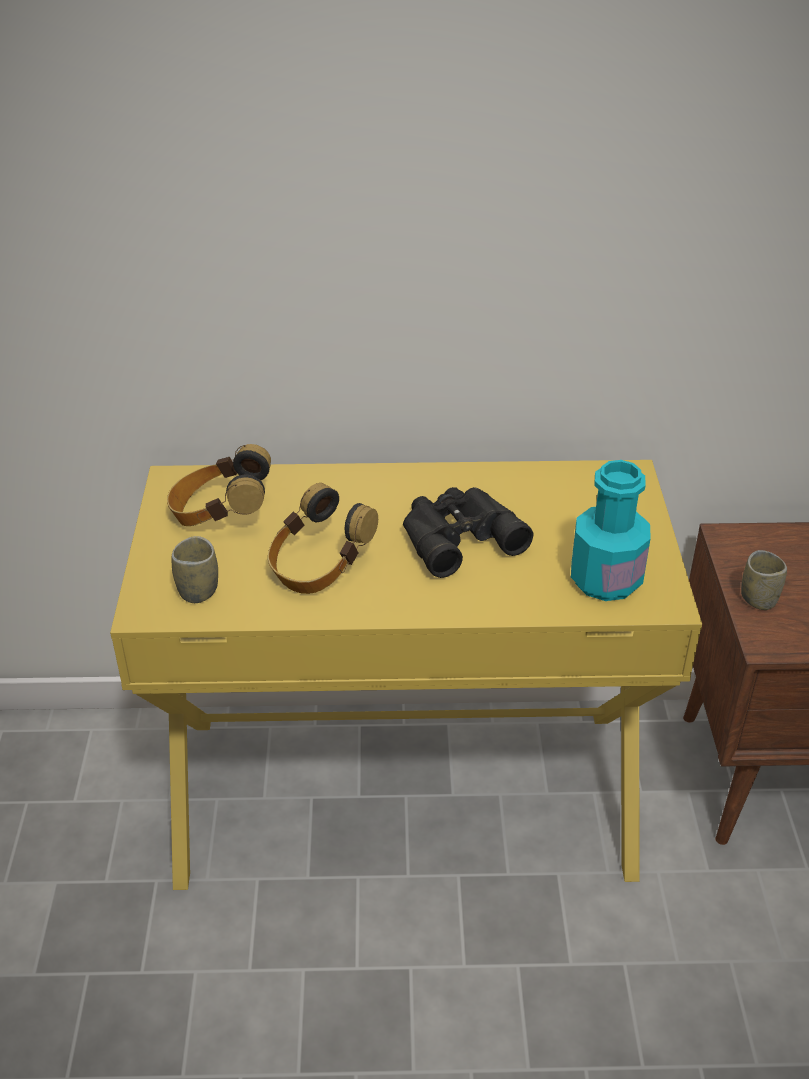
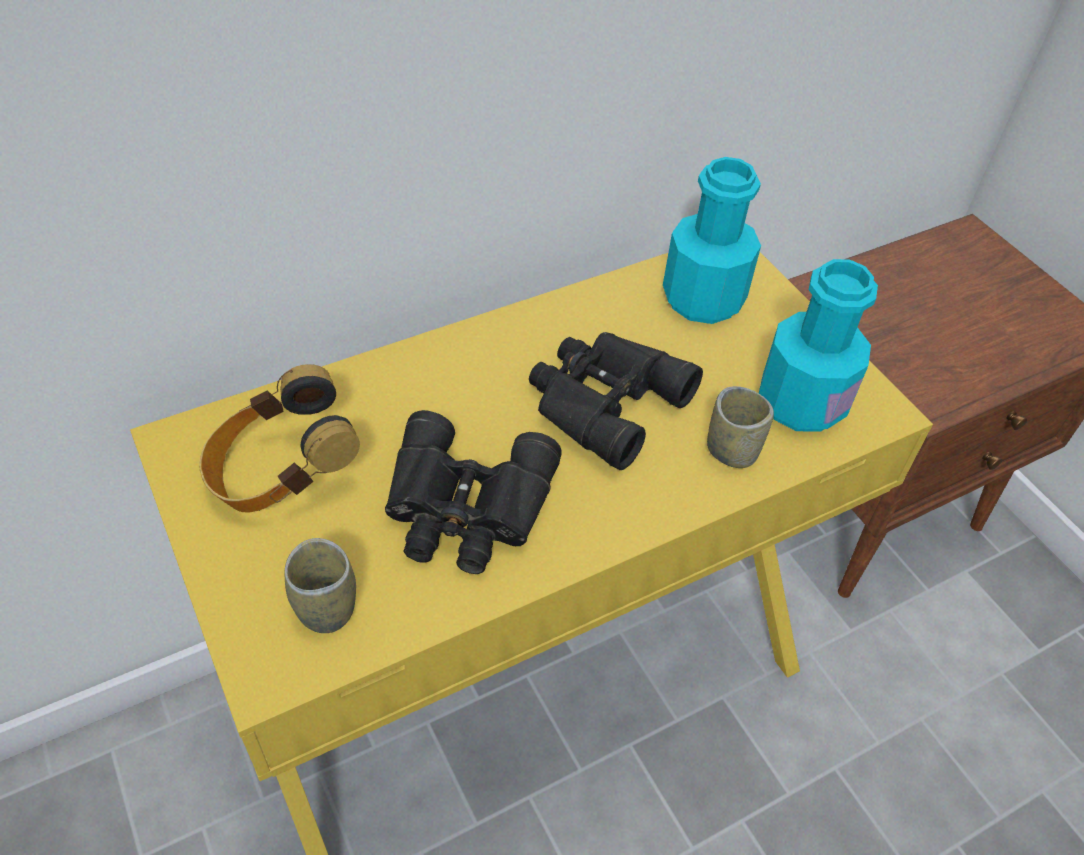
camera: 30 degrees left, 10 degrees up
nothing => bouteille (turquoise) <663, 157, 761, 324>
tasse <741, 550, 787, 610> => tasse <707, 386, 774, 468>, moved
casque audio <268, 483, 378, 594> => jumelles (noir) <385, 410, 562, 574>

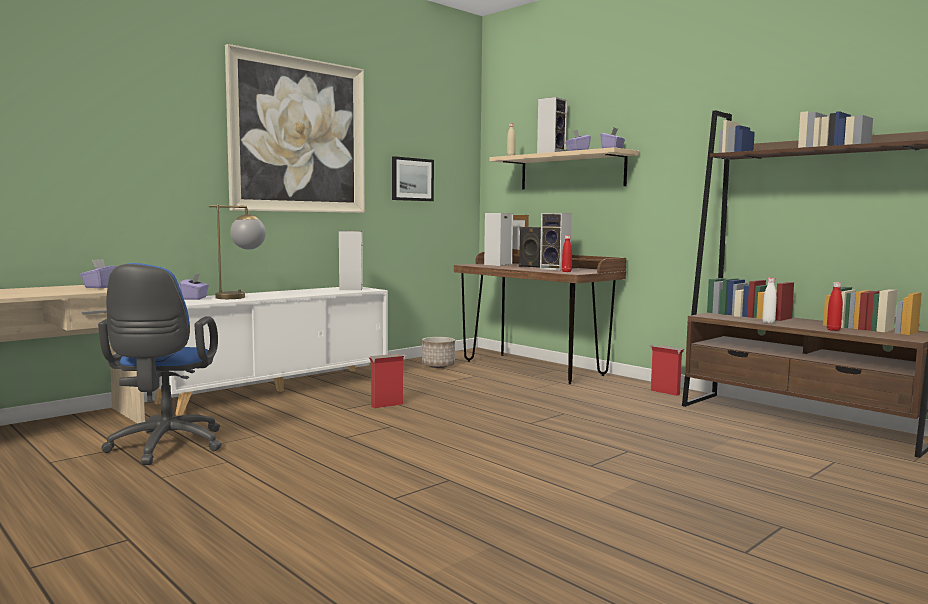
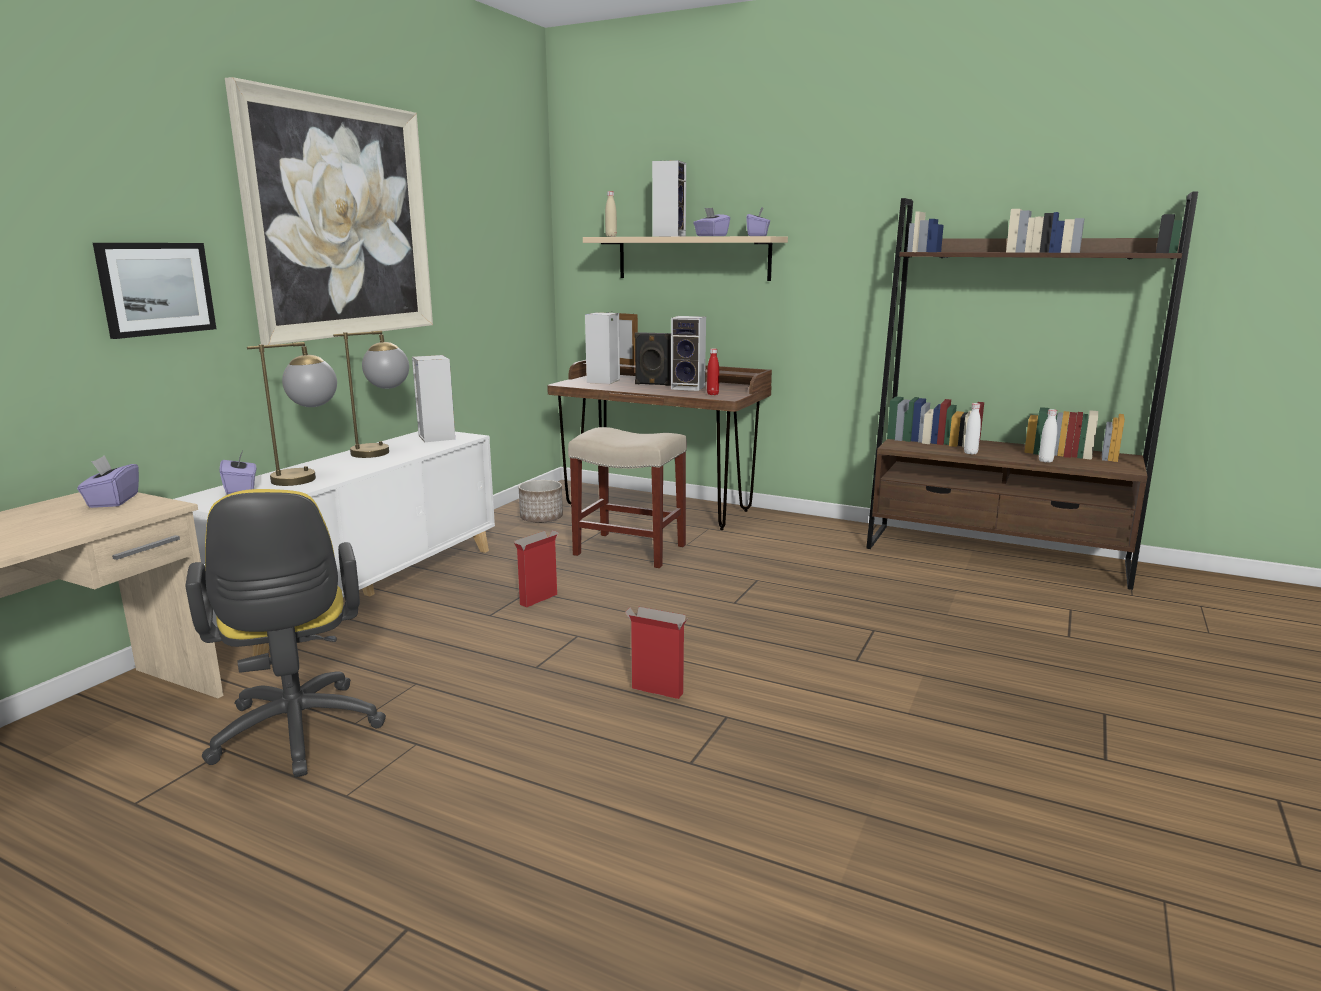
camera: 20 degrees left, 10 degrees up
nothing => lampe de table <333, 331, 409, 458>
nothing => tabouret (beige) <568, 427, 687, 568>
tableau <392, 156, 434, 201> => tableau <93, 243, 216, 339>, moved
carton <649, 345, 684, 396> => carton <625, 606, 688, 699>, moved
chaise de bureau (bleu) <98, 263, 222, 465> => chaise de bureau (jaune) <185, 489, 386, 777>
bouteille (rouge) <827, 282, 843, 331> => bouteille (blanc) <1039, 409, 1057, 463>

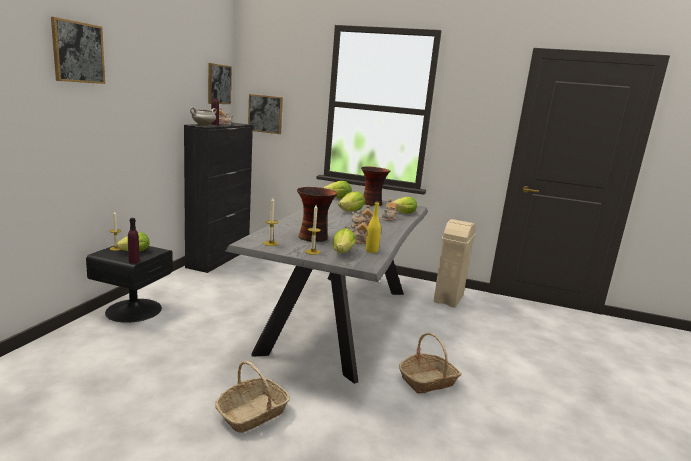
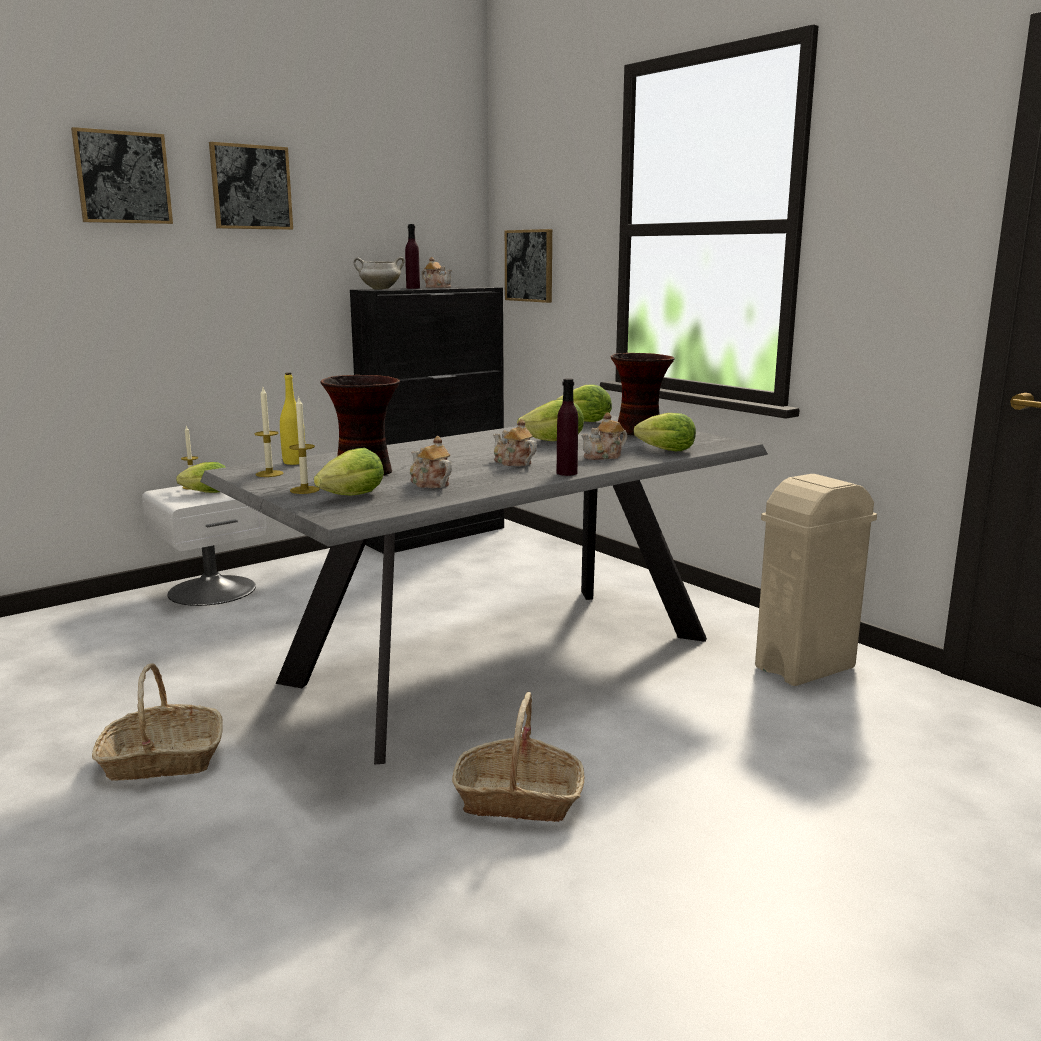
camera: 35 degrees right, 0 degrees up
bouteille (violet) <128, 218, 140, 264> => bouteille (violet) <557, 378, 578, 476>, moved
tableau <208, 63, 232, 104> => tableau <209, 142, 293, 230>, moved
bouteille (jaune) <366, 201, 381, 253> => bouteille (jaune) <280, 373, 305, 465>, moved
table de chevet (noir) <86, 245, 173, 323> => table de chevet (blanc) <142, 486, 267, 606>

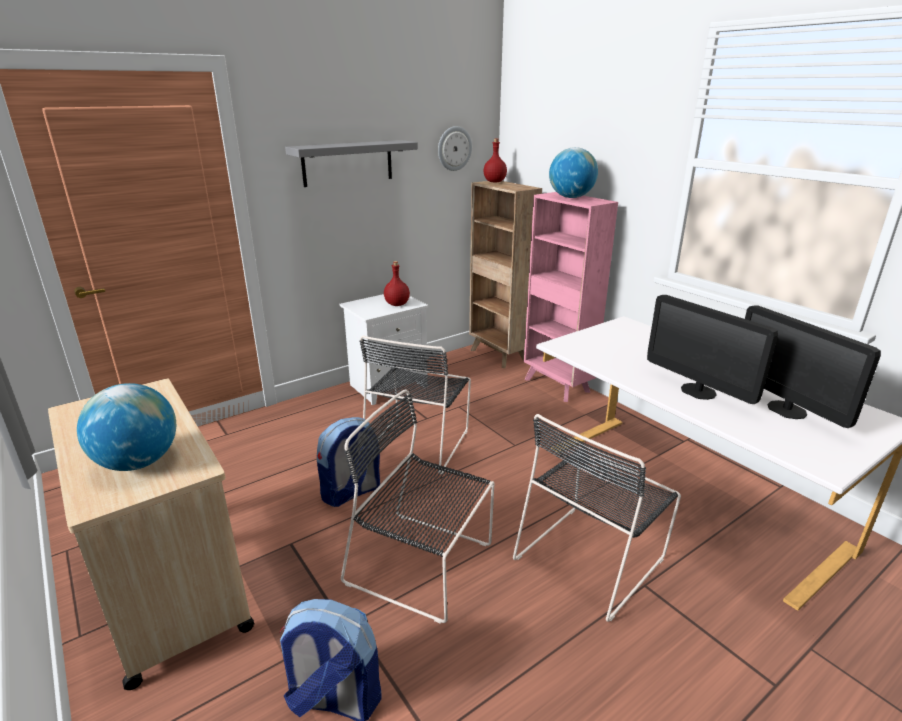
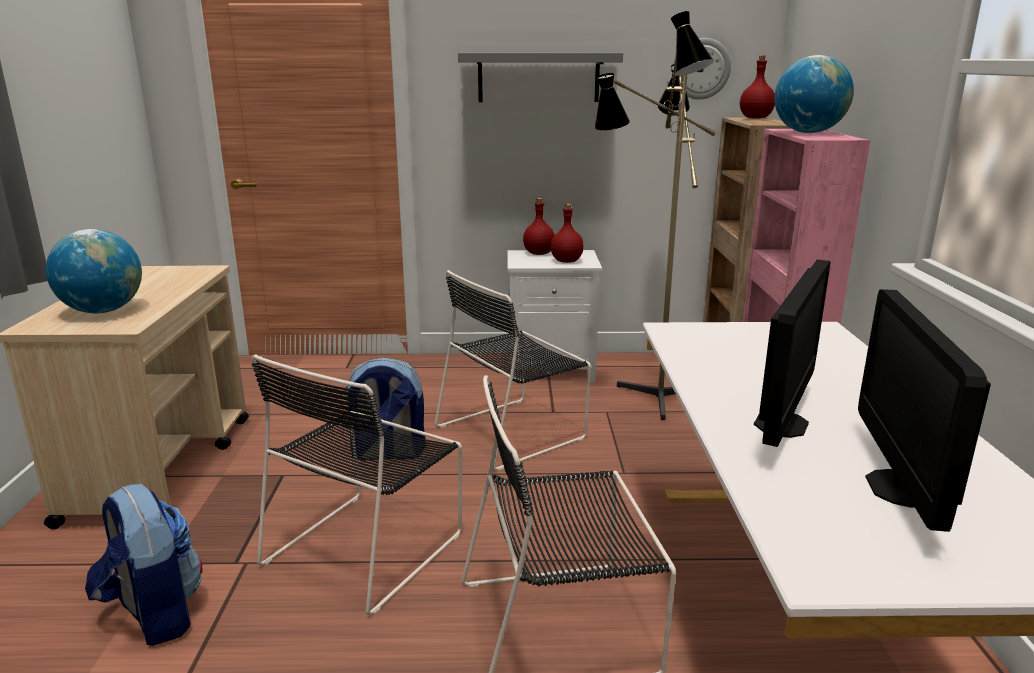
camera: 35 degrees right, 5 degrees down
nothing => bouteille (rouge) <523, 198, 555, 255>
nothing => lampadaire <595, 11, 716, 420>
chaise (noir) <341, 389, 494, 624> => chaise (noir) <252, 354, 462, 615>, 120 degrees counterclockwise
écran d'ordinateur <647, 295, 778, 404> => écran d'ordinateur <754, 259, 831, 447>, 150 degrees counterclockwise

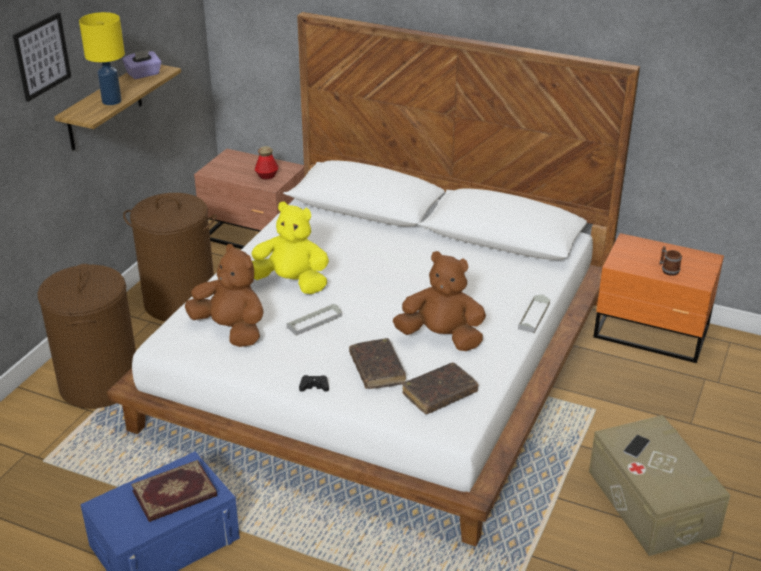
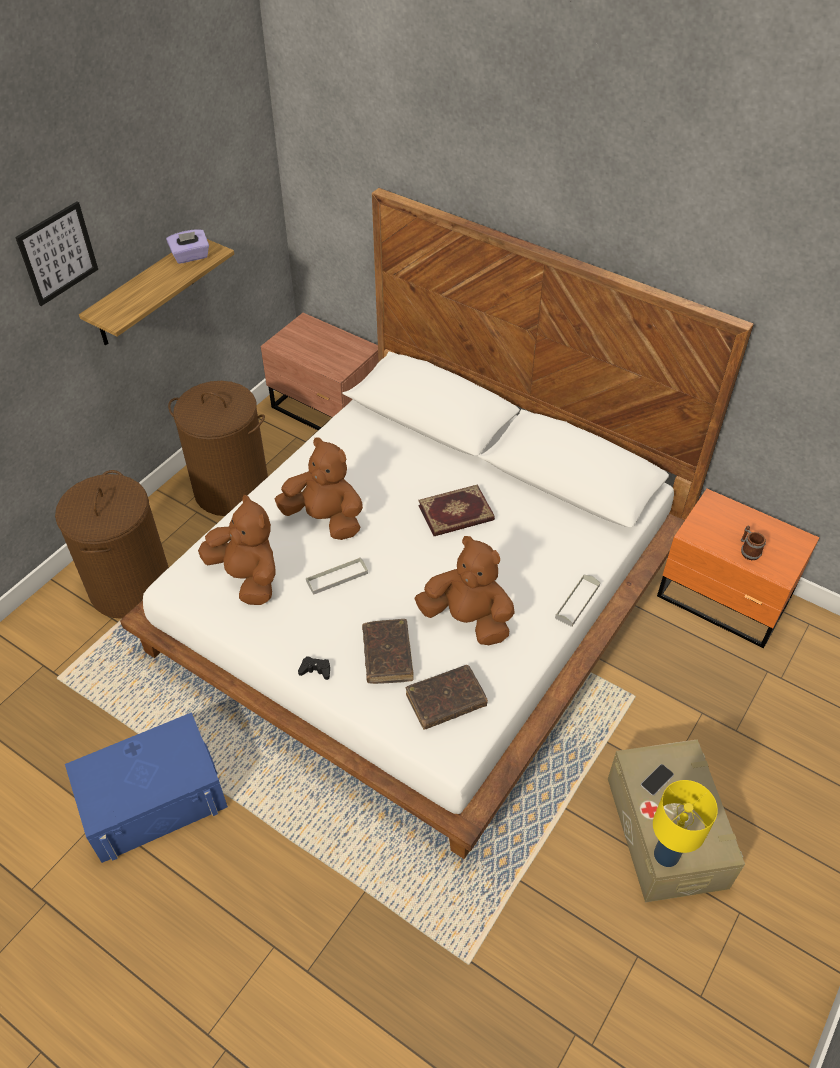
camera: 10 degrees right, 15 degrees up
bouteille <255, 146, 279, 179> => nothing
lampe de table (jaune) <79, 12, 125, 105> => lampe de table (jaune) <653, 780, 718, 867>, moved
livre <131, 460, 217, 522> => livre <418, 484, 495, 536>, moved
peluche (jaune) <251, 201, 329, 294> => peluche (marron) <275, 437, 363, 540>

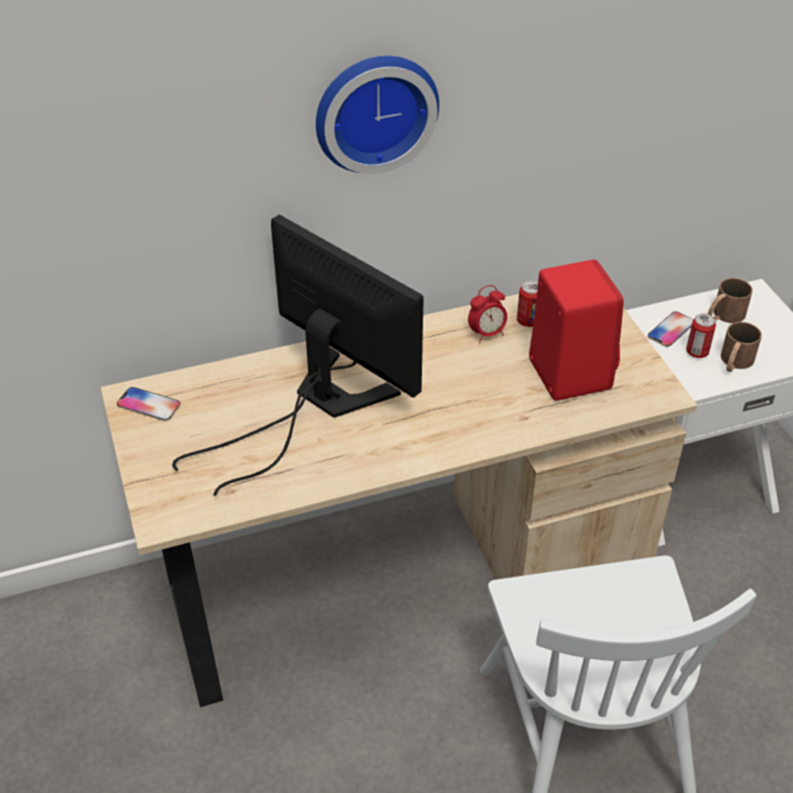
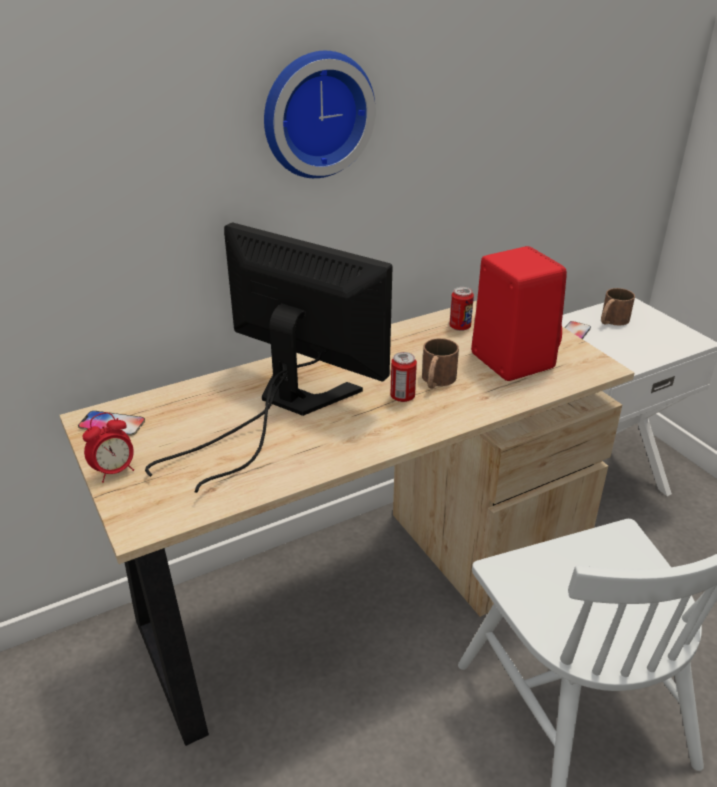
camera: 10 degrees left, 10 degrees down
réveil <468, 285, 507, 343> => réveil <82, 412, 134, 483>, moved
boîte métallique <686, 313, 716, 358> => boîte métallique <390, 352, 417, 402>, moved
mug (marron) <721, 322, 762, 372> => mug (marron) <422, 338, 459, 389>, moved

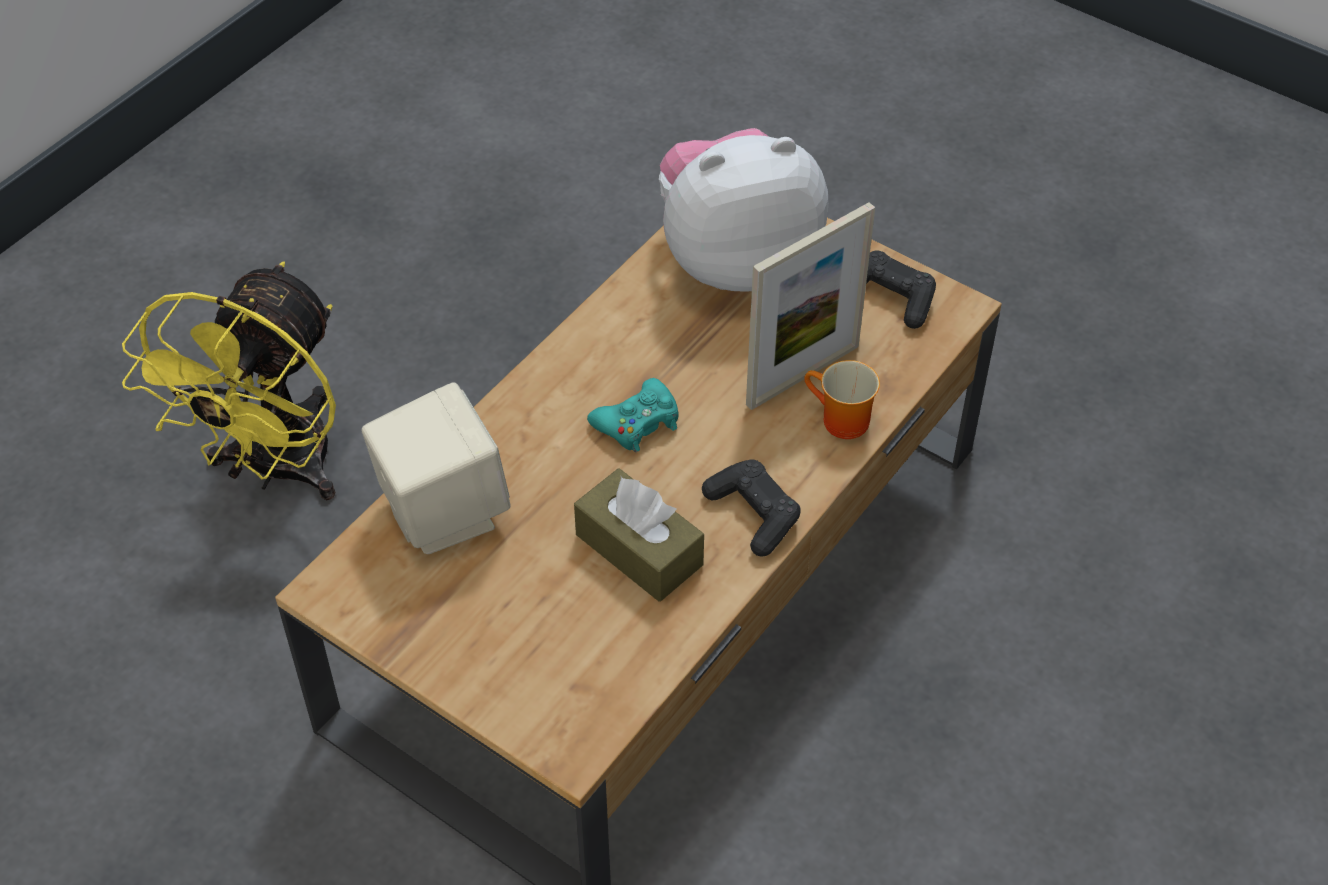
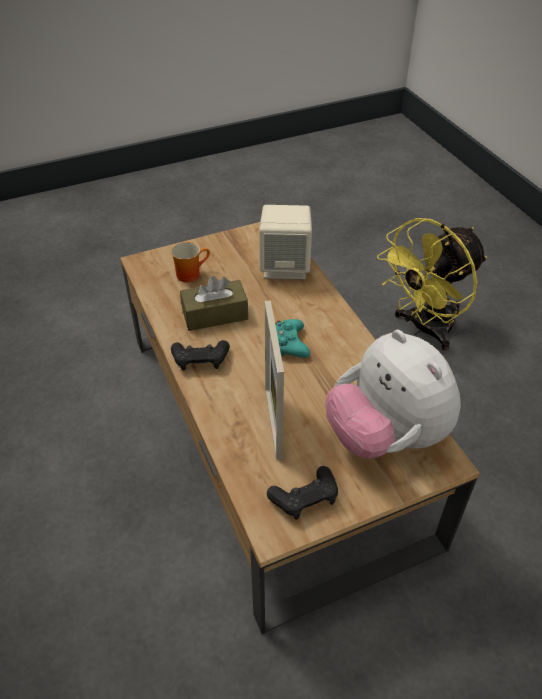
camera: 120 degrees right, 5 degrees down
mug <804, 360, 880, 439> => mug <170, 242, 210, 282>, moved
ventilateur (jaune) <122, 261, 336, 500> => ventilateur (jaune) <377, 218, 487, 351>, 90 degrees counterclockwise
peluche <659, 128, 828, 292> => peluche <326, 330, 461, 459>, 135 degrees clockwise

